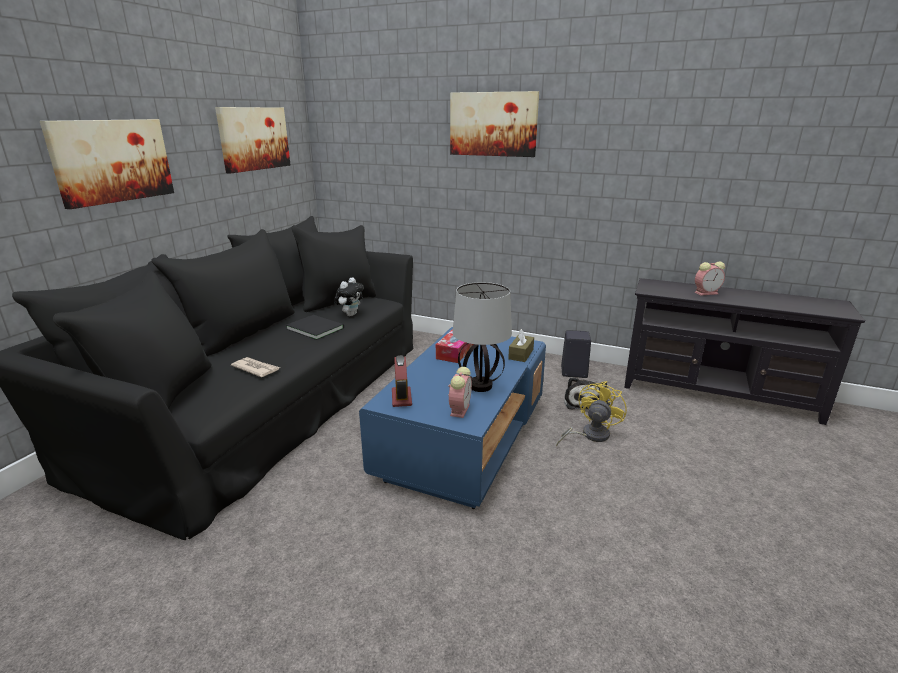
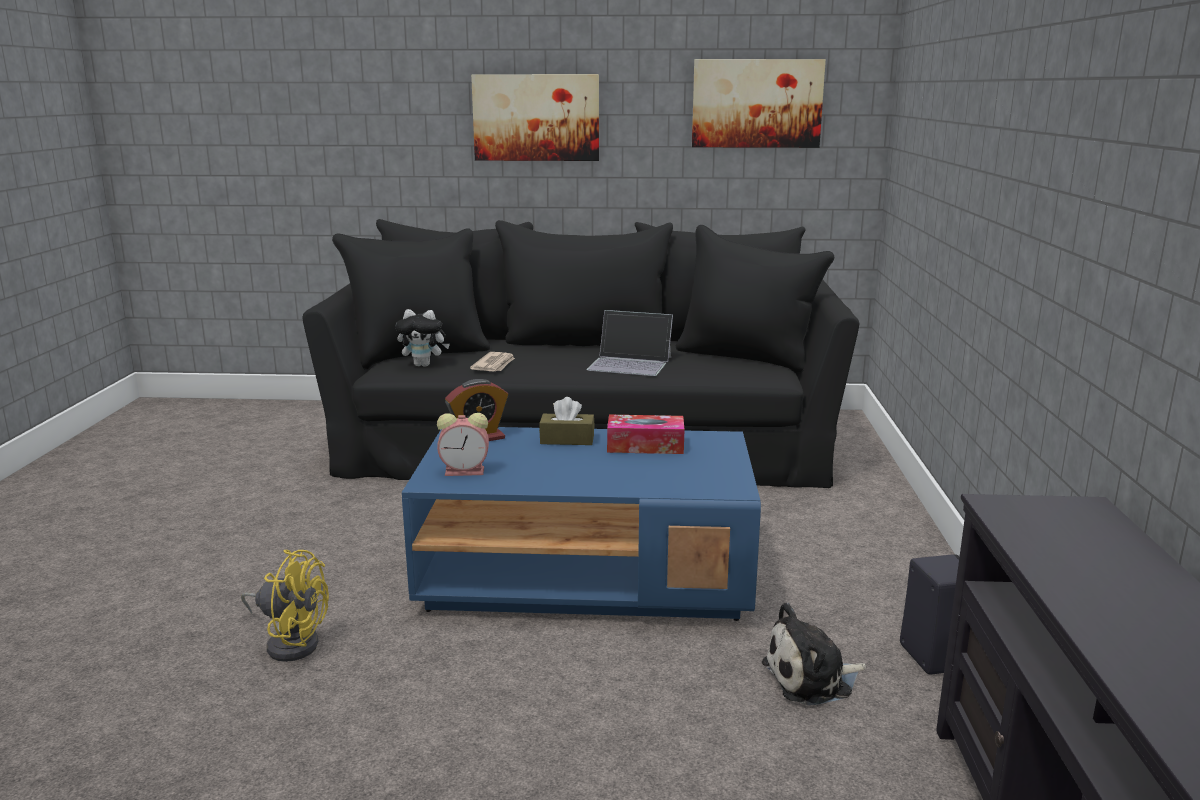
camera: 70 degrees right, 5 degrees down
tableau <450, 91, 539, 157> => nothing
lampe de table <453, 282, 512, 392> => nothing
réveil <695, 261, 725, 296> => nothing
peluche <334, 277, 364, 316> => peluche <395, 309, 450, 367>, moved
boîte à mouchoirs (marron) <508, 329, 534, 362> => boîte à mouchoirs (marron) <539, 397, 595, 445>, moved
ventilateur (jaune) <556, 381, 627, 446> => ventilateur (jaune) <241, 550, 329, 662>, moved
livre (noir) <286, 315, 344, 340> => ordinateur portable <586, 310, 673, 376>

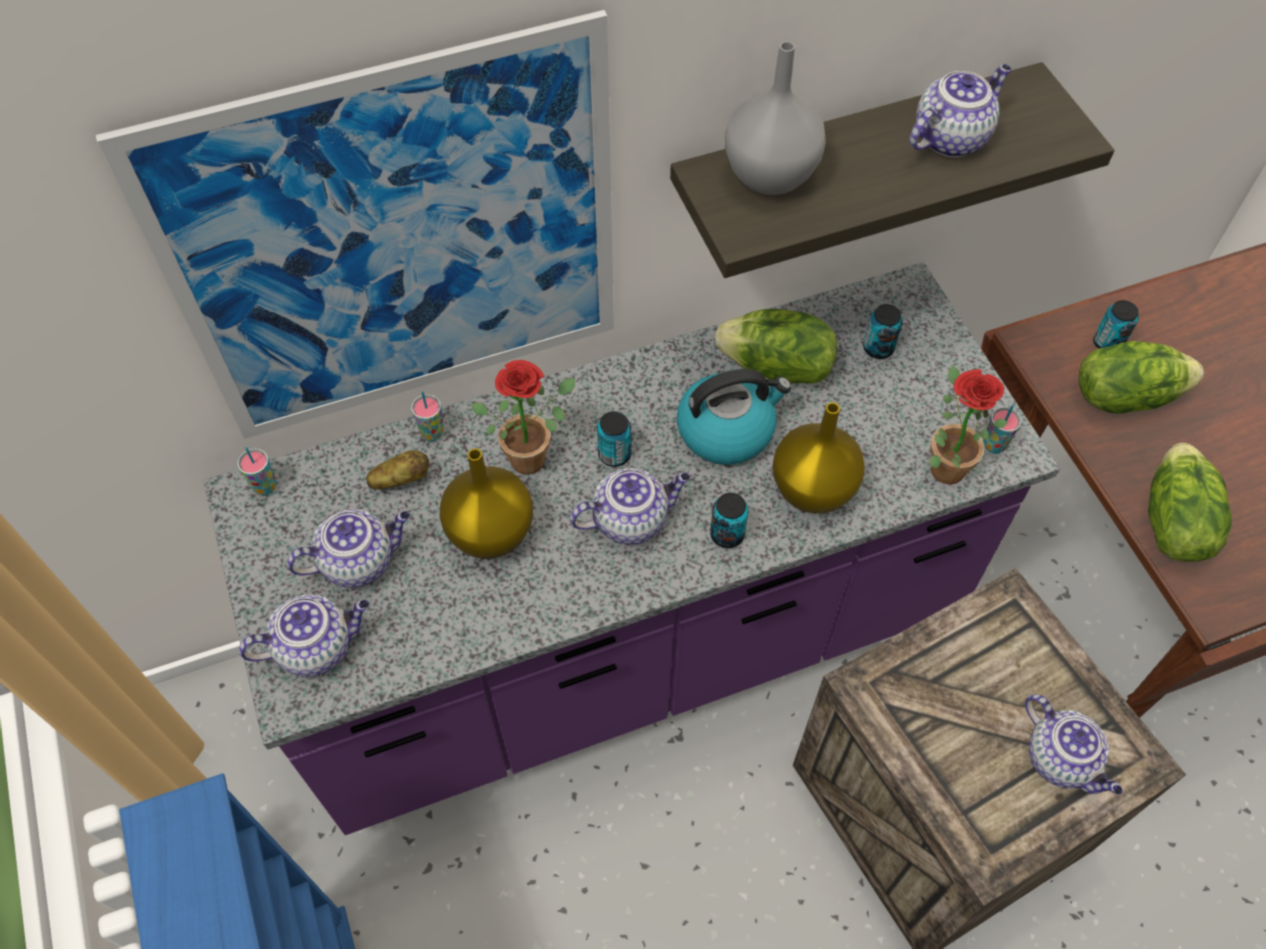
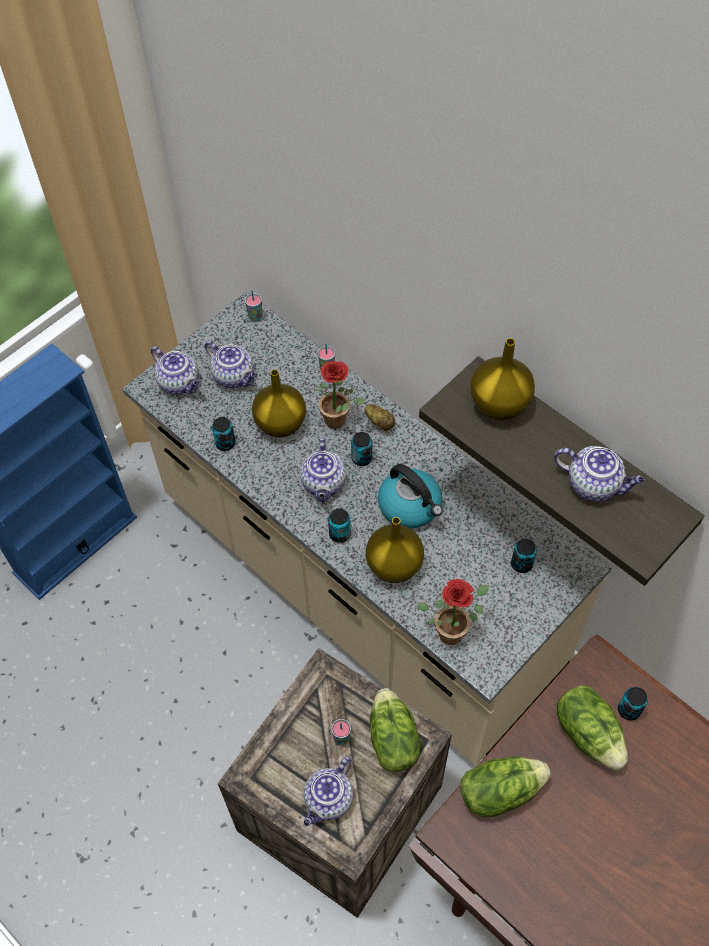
camera: 65 degrees right, 0 degrees up
tableau <96, 10, 614, 439> => nothing
nothing => boîte métallique <212, 417, 236, 451>
pomme de terre <366, 450, 429, 490> => pomme de terre <364, 404, 395, 432>, moved
laitue <715, 309, 837, 384> => laitue <370, 688, 421, 772>, moved
tasse <983, 404, 1021, 454> => tasse <331, 719, 351, 746>, moved
comptoir de cuisine (violet) <203, 262, 1060, 835> => comptoir de cuisine (beige) <122, 292, 612, 766>
vase (gris) <725, 41, 826, 195> => vase (jaune) <470, 338, 535, 420>
théière <570, 468, 690, 545> => théière <300, 437, 346, 502>, 45 degrees clockwise

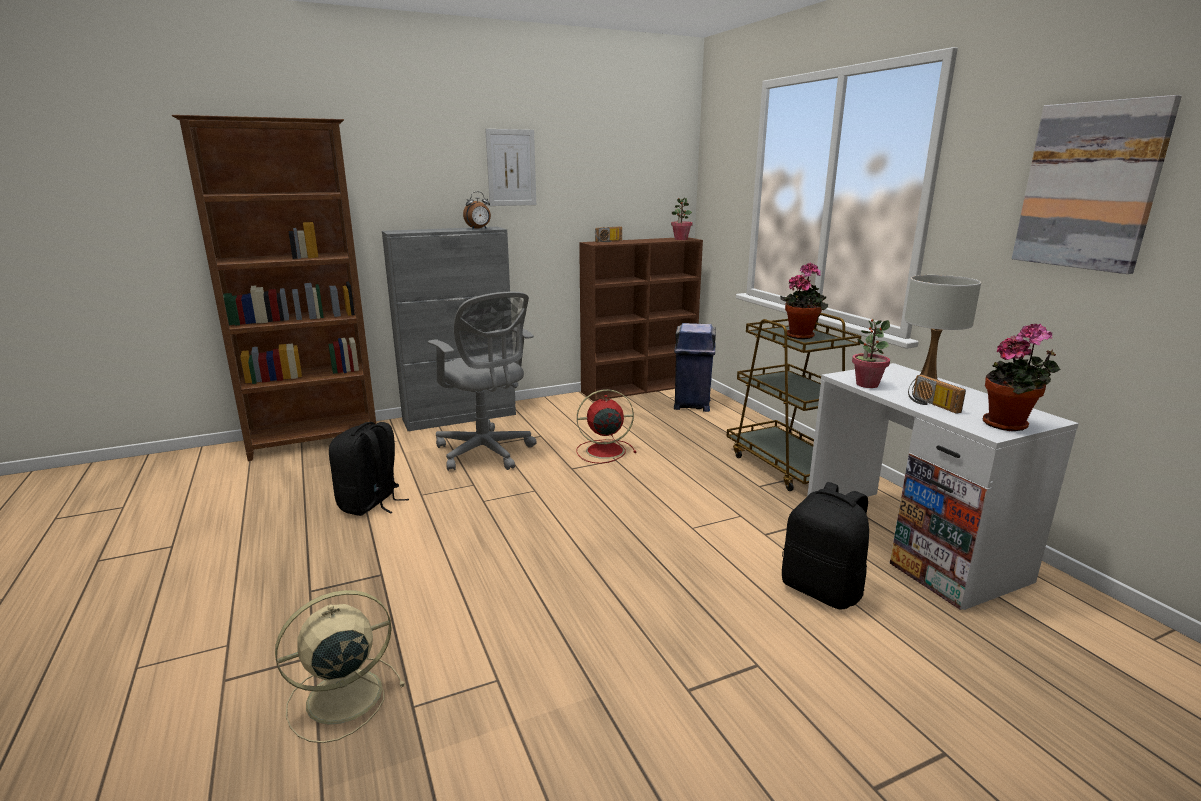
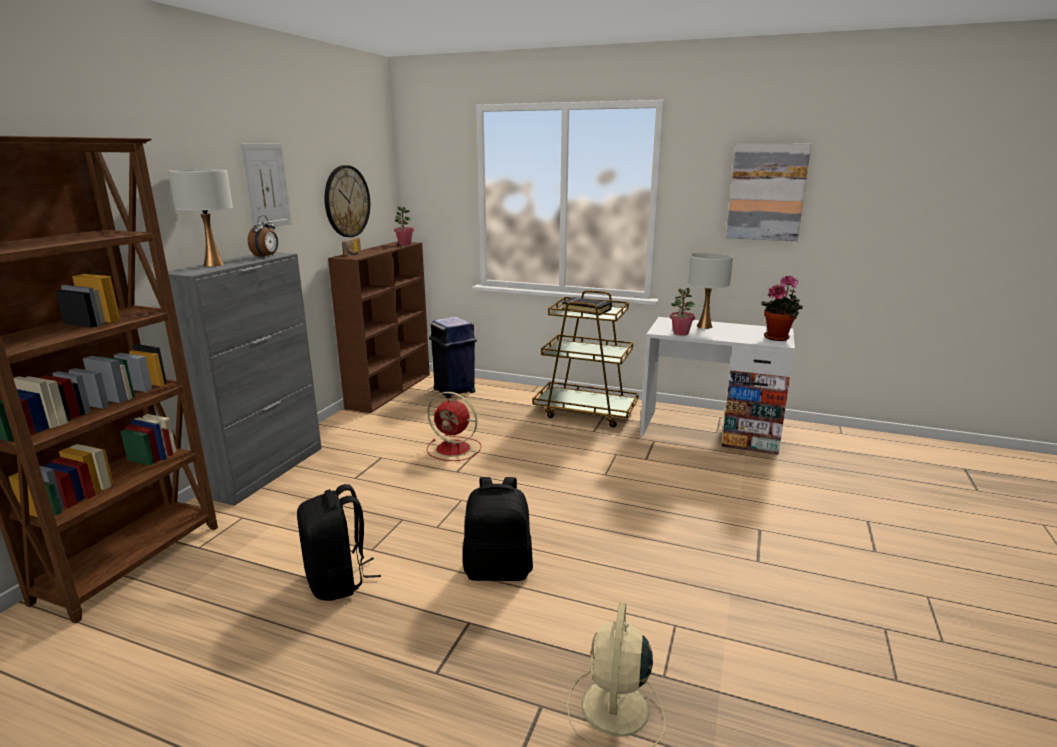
camera: 45 degrees left, 0 degrees up
chaise de bureau (gris) <428, 292, 537, 471> => nothing
radio <908, 375, 966, 414> => nothing
nothing => lampe de table (blanc) <168, 169, 233, 267>
nothing => horloge murale <324, 165, 370, 237>
sac à dos (noir) <782, 482, 869, 609> => sac à dos (noir) <463, 477, 533, 581>, moved
plante en pot <780, 263, 828, 339> => livre (noir) <562, 297, 612, 315>
ventilateur (rouge) <576, 389, 636, 464> => ventilateur (rouge) <426, 392, 482, 461>, 105 degrees counterclockwise

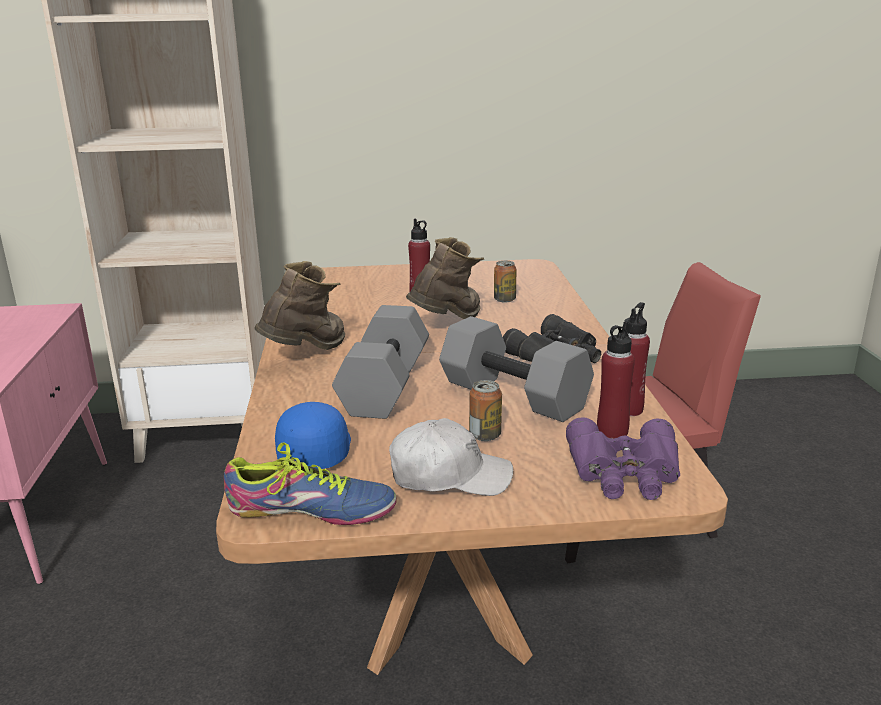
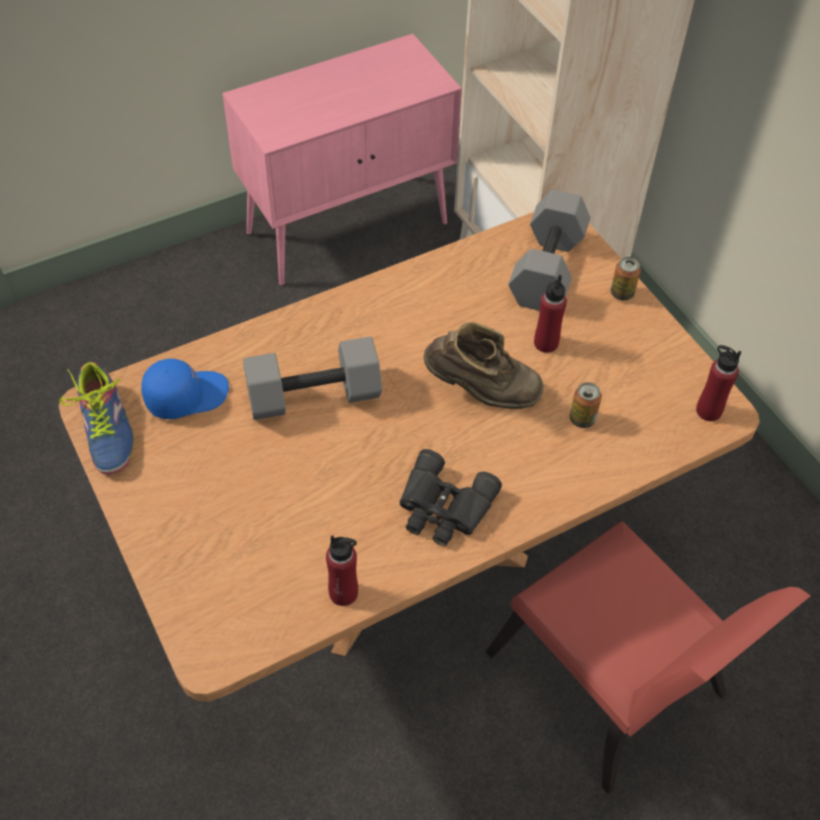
camera: 65 degrees right, 30 degrees up
botte (marron) <254, 261, 345, 350> => nothing
casquette (blanc) <389, 418, 513, 496> => nothing
jumelles (violet) <566, 418, 680, 500> => nothing
haltère (gris) <439, 316, 594, 422> => haltère (gris) <508, 190, 590, 311>, moved
boîte métallique <469, 380, 502, 441> => boîte métallique <611, 257, 641, 300>, moved
bouteille (rouge) <597, 321, 635, 439> => bouteille (rouge) <696, 345, 741, 421>, moved

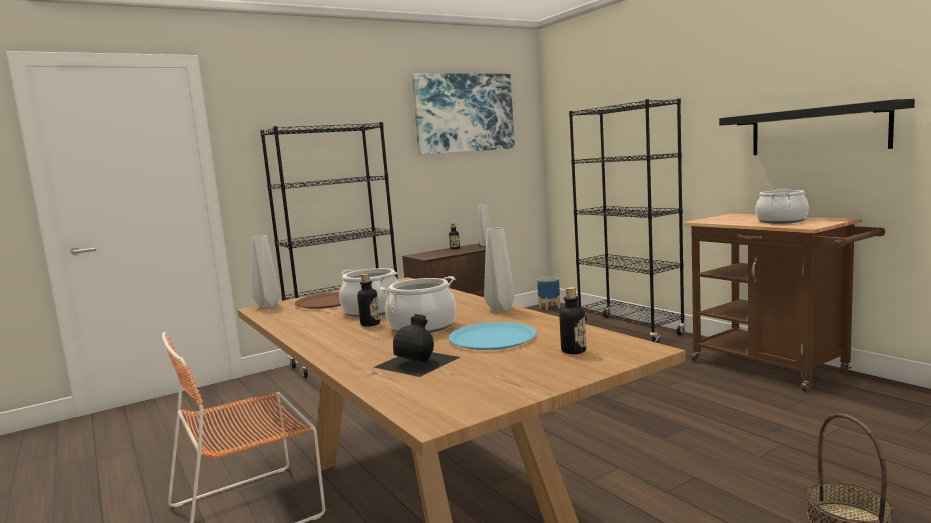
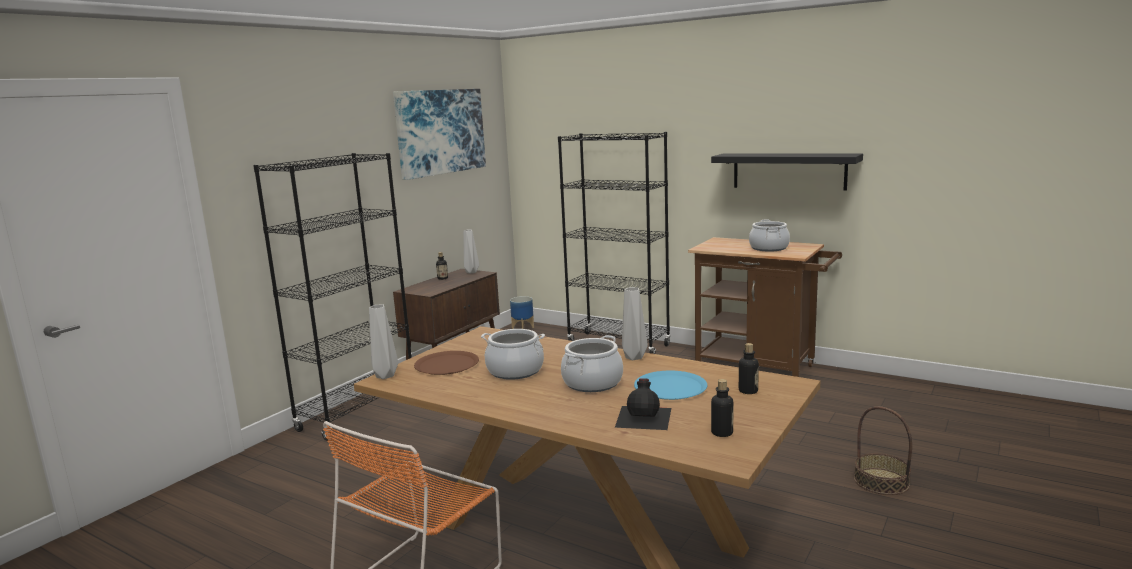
camera: 25 degrees left, 5 degrees up
bouteille <357, 274, 380, 327> => bouteille <711, 379, 734, 437>, moved

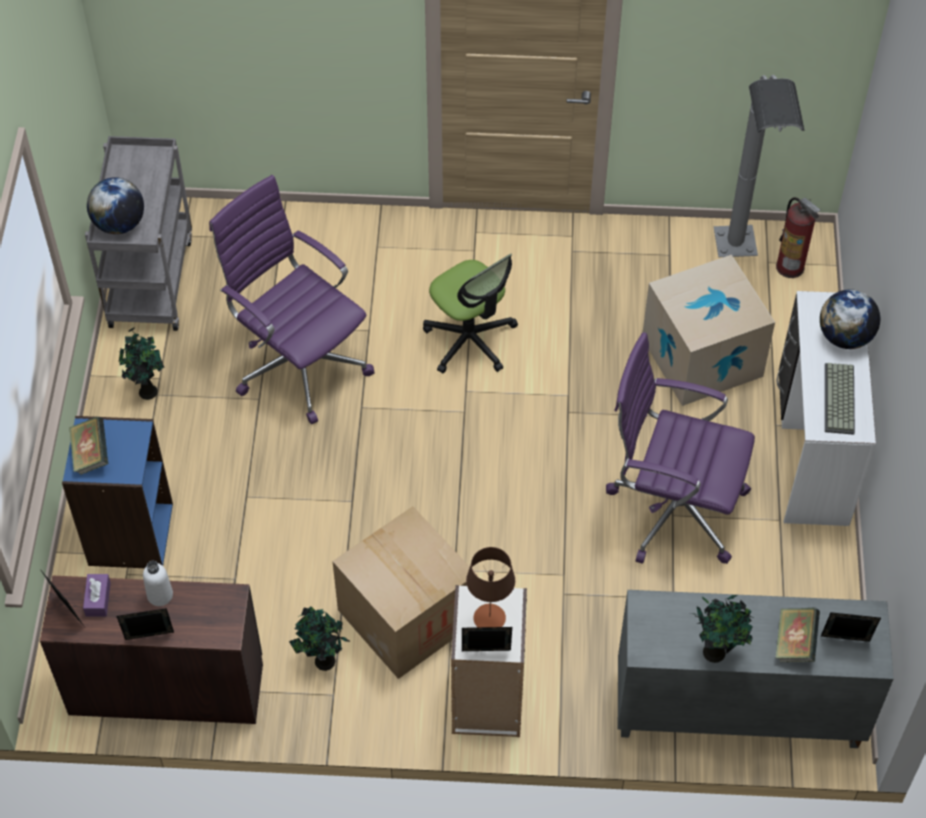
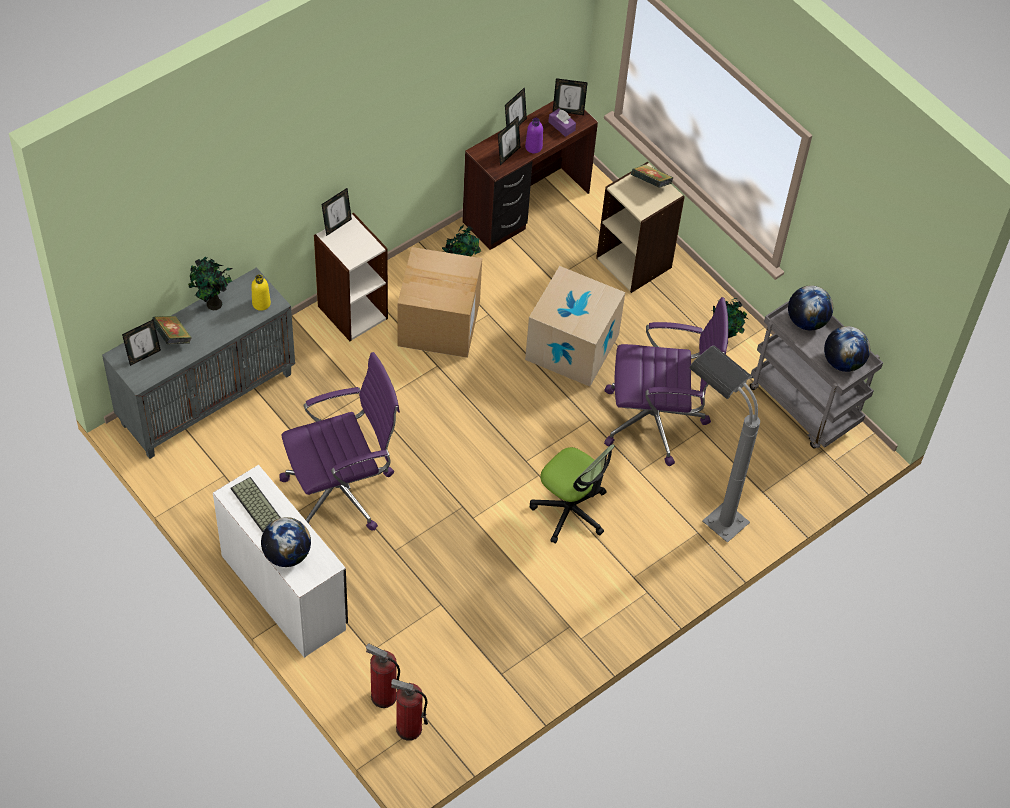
camera: 135 degrees right, 0 degrees up
lampe de table (marron) <466, 547, 515, 627> => nothing
nothing => bouteille (jaune) <251, 274, 271, 311>
nothing => extincteur <366, 643, 400, 708>
nothing => cadre photo <498, 117, 520, 165>
nothing => globe <824, 326, 870, 372>
carton <643, 255, 775, 406> => carton <525, 266, 625, 387>, moved
lampadaire (gris) <714, 75, 805, 257> => lampadaire (gris) <689, 346, 760, 543>, moved
bibliothèque (bleu) <62, 416, 173, 568> => bibliothèque (beige) <596, 162, 685, 293>
bouteille (blanc) <143, 561, 173, 606> => bouteille (violet) <525, 118, 543, 153>
chaise de bureau <423, 254, 518, 373> => chaise de bureau <529, 445, 615, 544>, 150 degrees counterclockwise

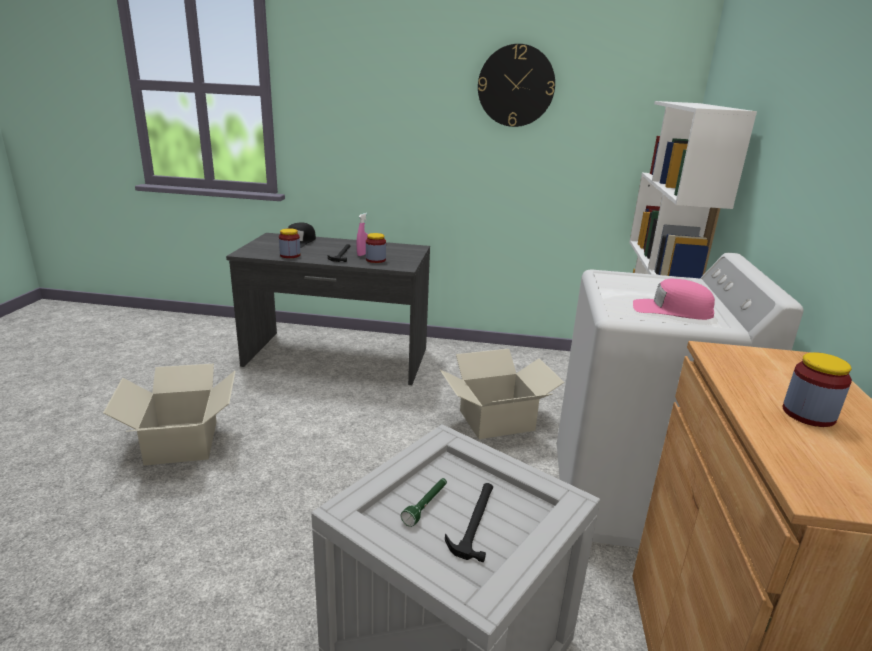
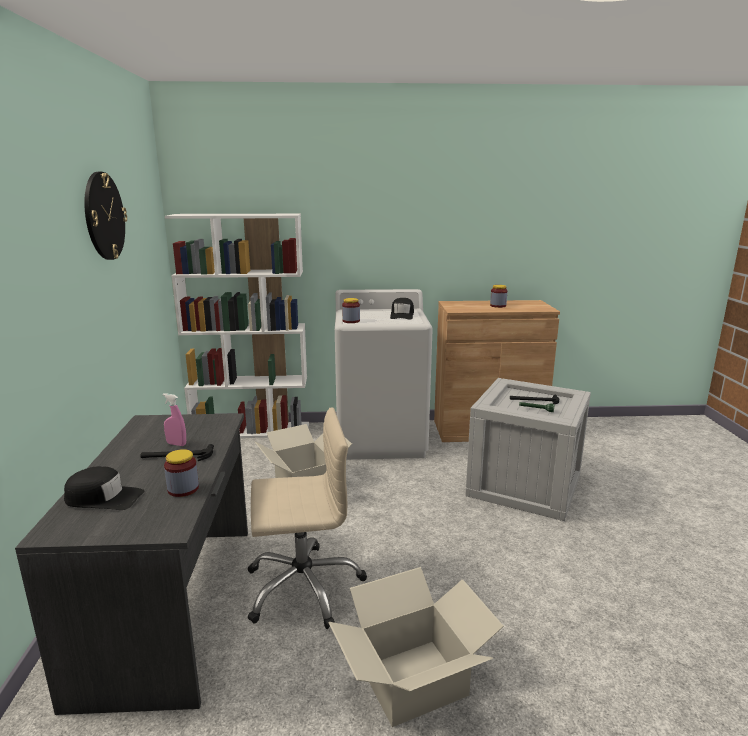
camera: 100 degrees left, 5 degrees down
nothing => chaise de bureau (beige) <248, 407, 367, 629>
bocal <366, 233, 386, 263> => bocal <342, 298, 360, 323>, moved
casquette (rose) <633, 279, 715, 320> => casquette (noir) <390, 298, 414, 319>

